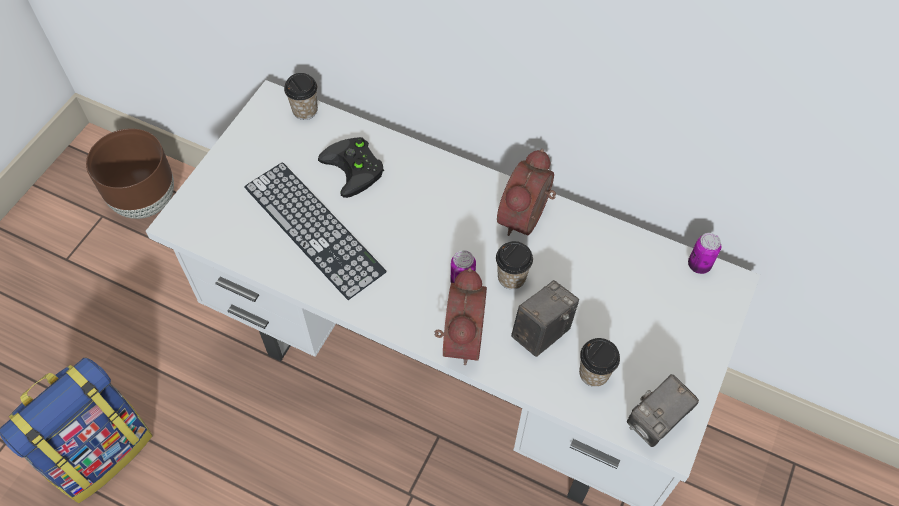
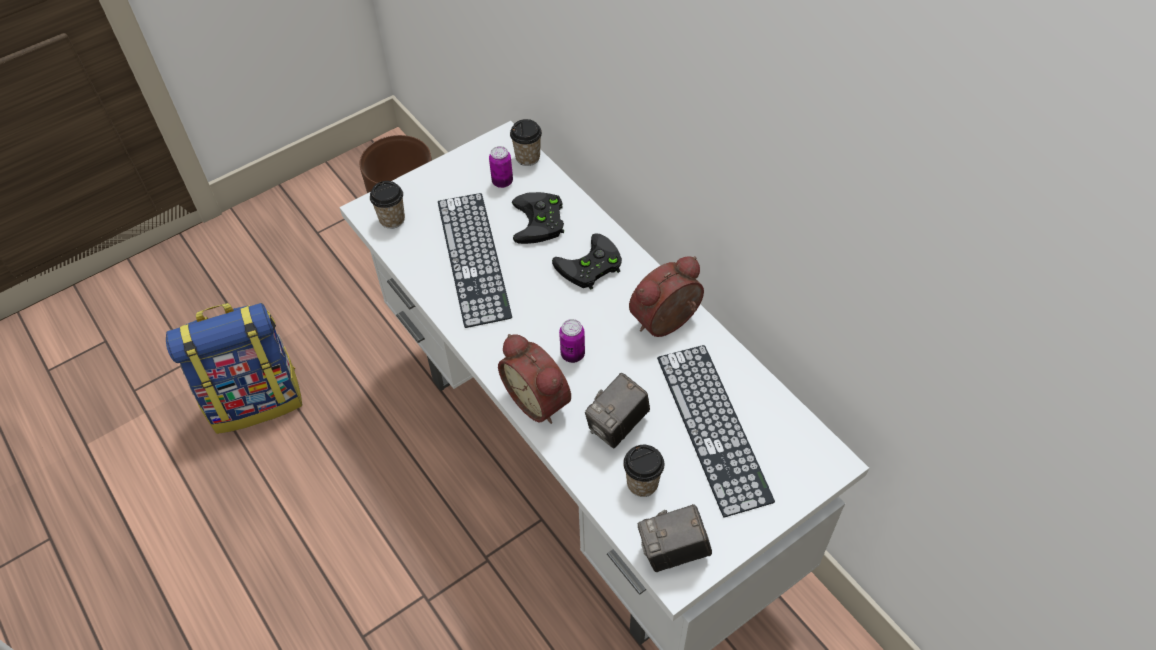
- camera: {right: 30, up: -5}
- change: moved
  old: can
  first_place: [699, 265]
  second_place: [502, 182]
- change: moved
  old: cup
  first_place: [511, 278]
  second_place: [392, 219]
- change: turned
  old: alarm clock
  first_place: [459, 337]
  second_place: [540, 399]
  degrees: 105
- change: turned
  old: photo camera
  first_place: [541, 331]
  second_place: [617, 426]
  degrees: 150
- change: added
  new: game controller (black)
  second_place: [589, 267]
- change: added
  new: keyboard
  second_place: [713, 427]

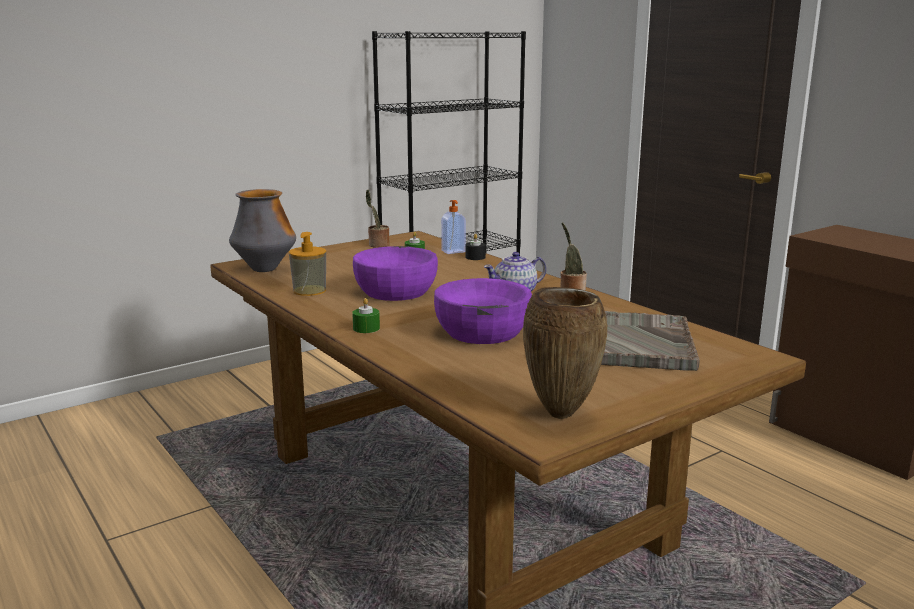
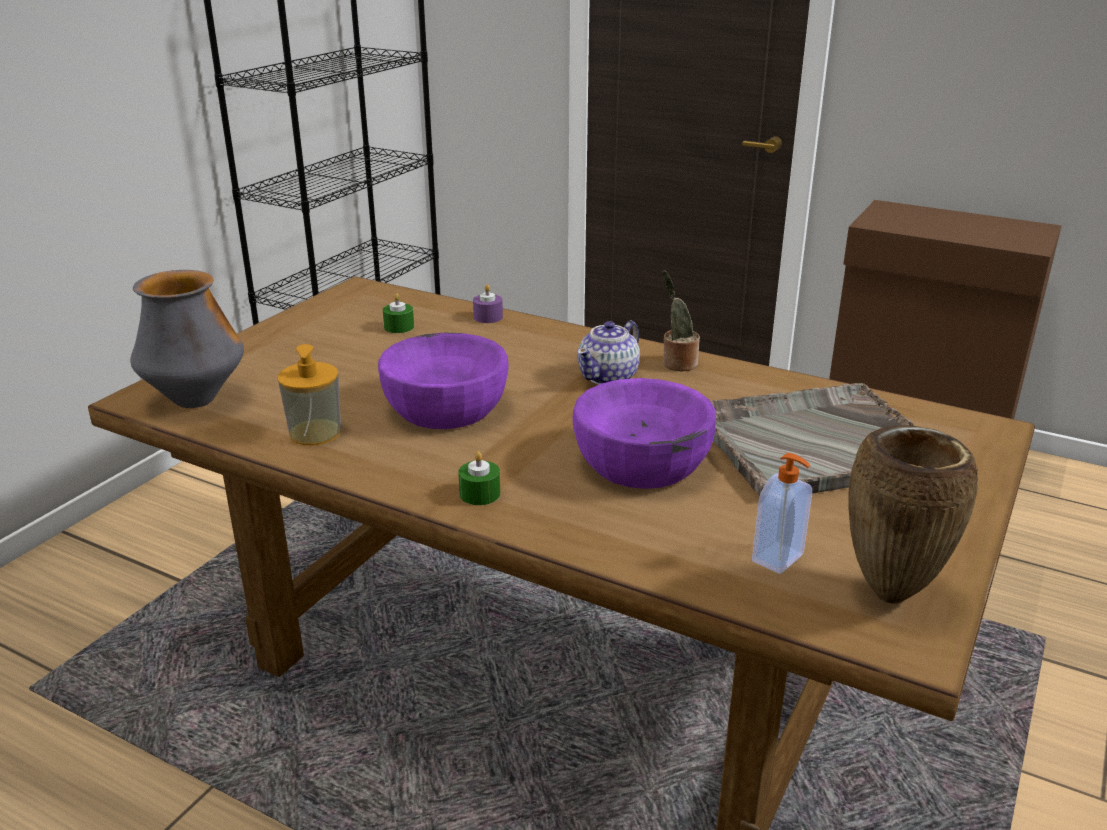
- camera: {right: -25, up: 10}
- change: removed
  old: potted plant
  first_place: [377, 245]
- change: moved
  old: soap dispenser
  first_place: [453, 251]
  second_place: [779, 559]
- change: recoloured
  old: candle (black)
  new: candle (purple)
  first_place: [475, 257]
  second_place: [488, 317]

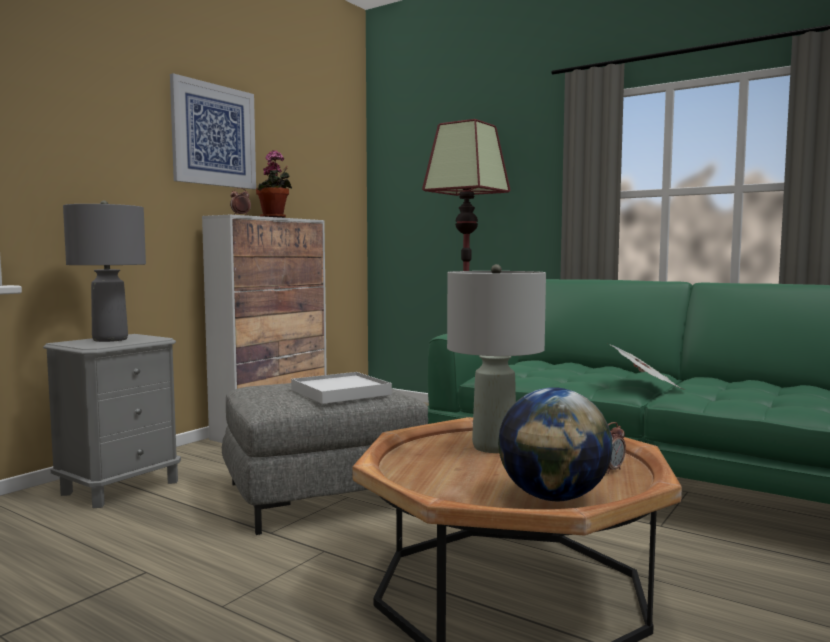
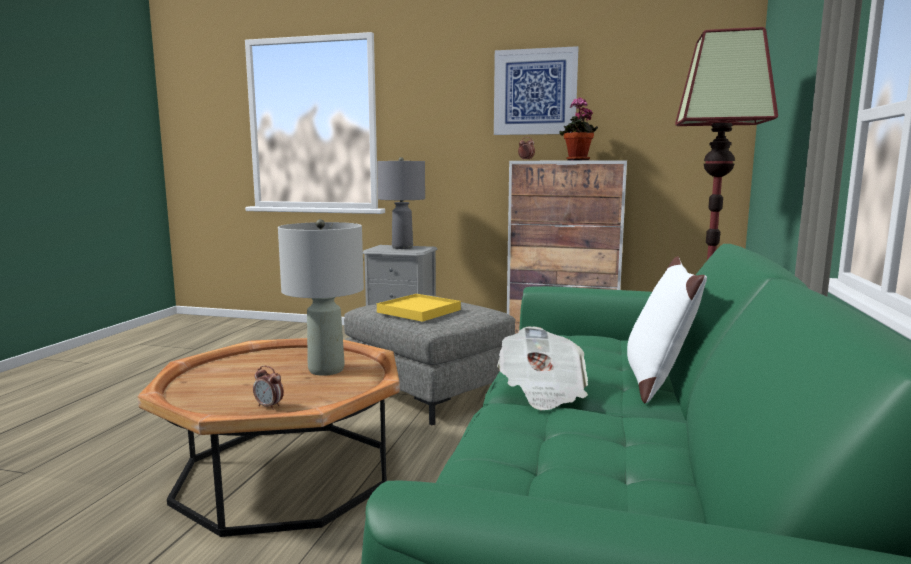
- camera: {right: 70, up: 5}
- change: recoloured
  old: tray (white)
  new: tray (yellow)
  first_place: [341, 392]
  second_place: [419, 311]
- change: removed
  old: globe
  first_place: [553, 497]
- change: added
  new: pillow (white)
  second_place: [656, 381]

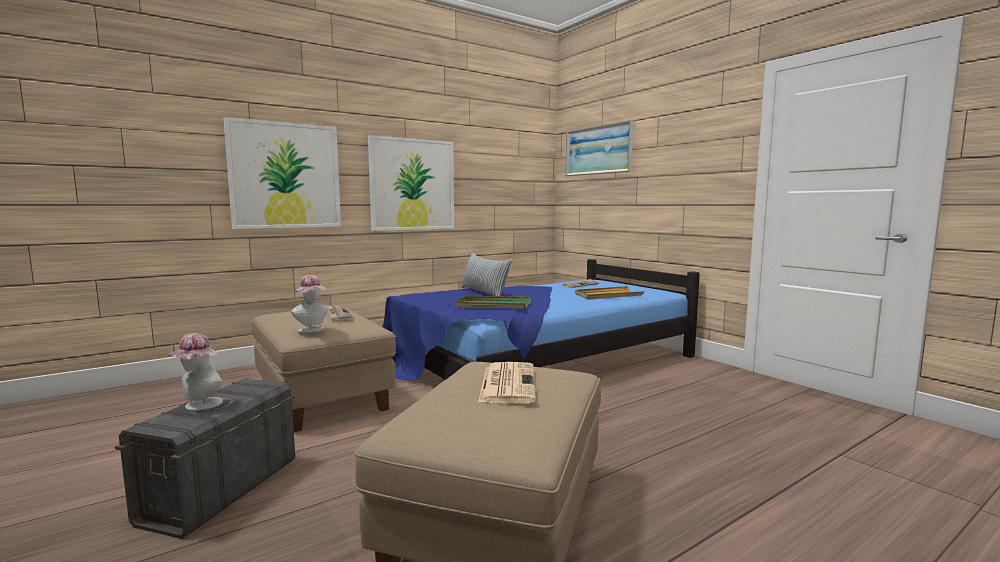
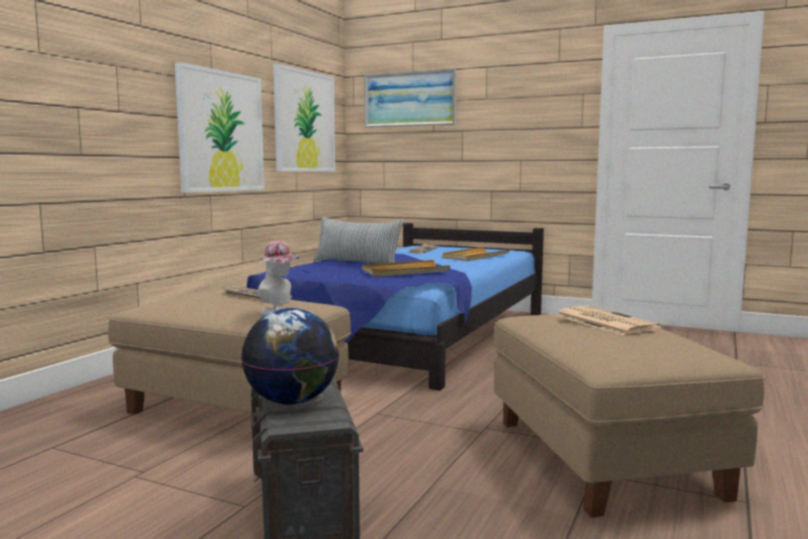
- camera: {right: -30, up: 0}
- change: moved
  old: picture
  first_place: [285, 176]
  second_place: [304, 121]
- change: recoloured
  old: tray (green)
  new: tray (beige)
  first_place: [493, 305]
  second_place: [404, 272]
- change: replaced
  old: hat
  new: globe
  first_place: [199, 406]
  second_place: [292, 401]

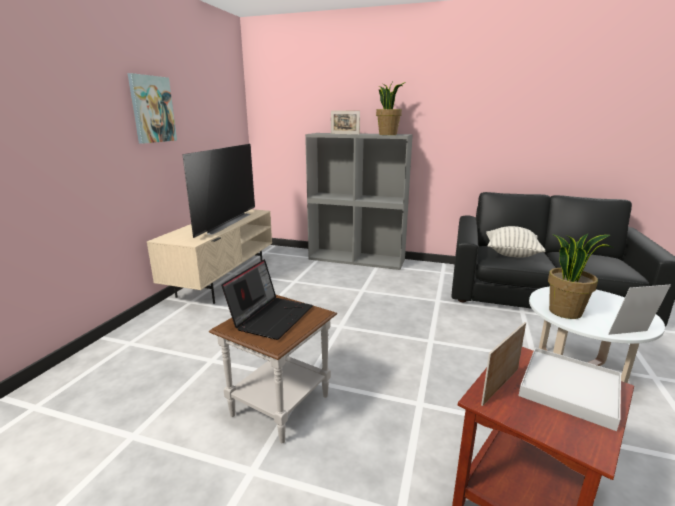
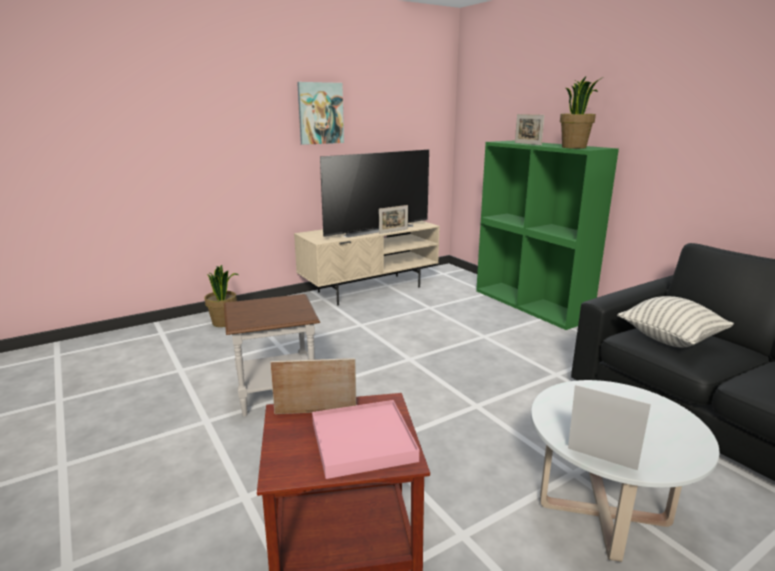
- camera: {right: 40, up: 0}
- change: recoloured
  old: bookcase (grey)
  new: bookcase (green)
  first_place: [357, 259]
  second_place: [531, 305]
- change: moved
  old: potted plant
  first_place: [565, 311]
  second_place: [224, 323]
- change: removed
  old: laptop
  first_place: [271, 316]
- change: recoloured
  old: tray (white)
  new: tray (pink)
  first_place: [569, 389]
  second_place: [363, 441]
- change: added
  new: picture frame
  second_place: [393, 231]

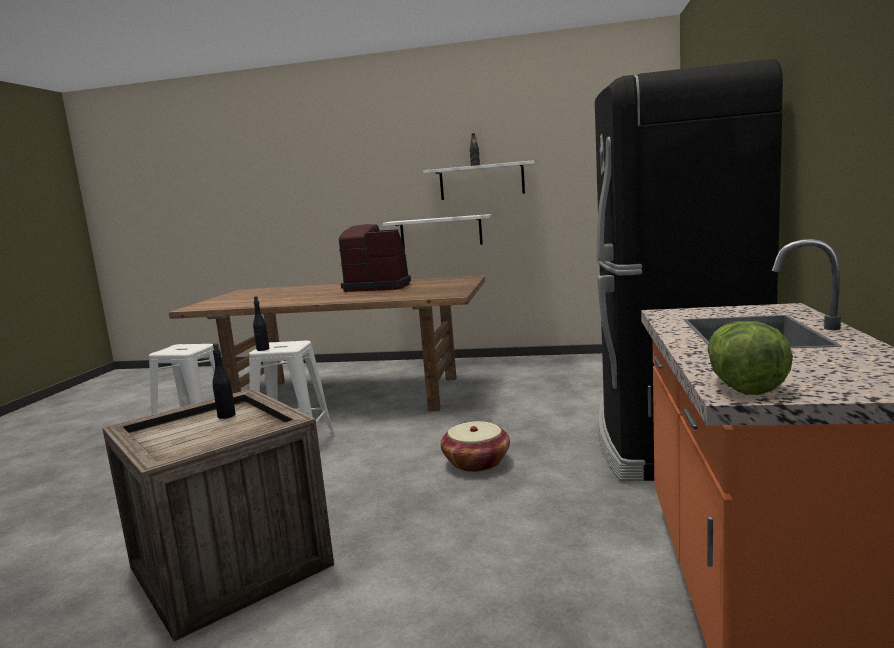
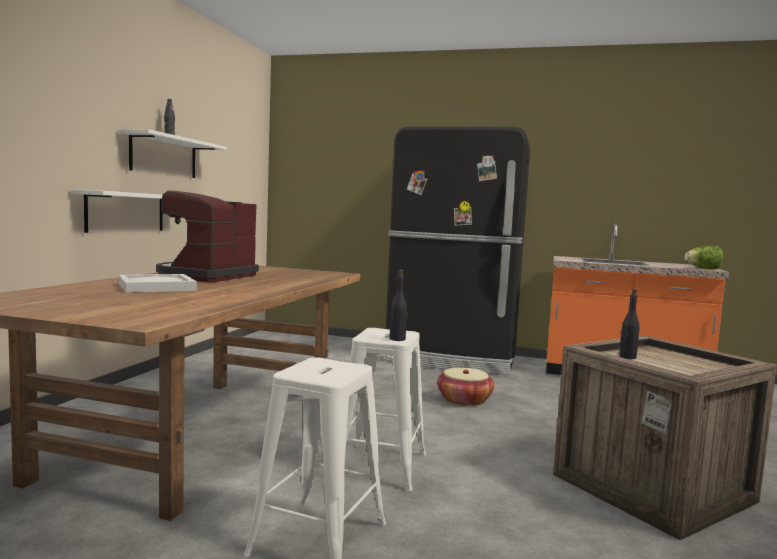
- camera: {right: -85, up: -5}
- change: added
  new: tray (white)
  second_place: [158, 287]

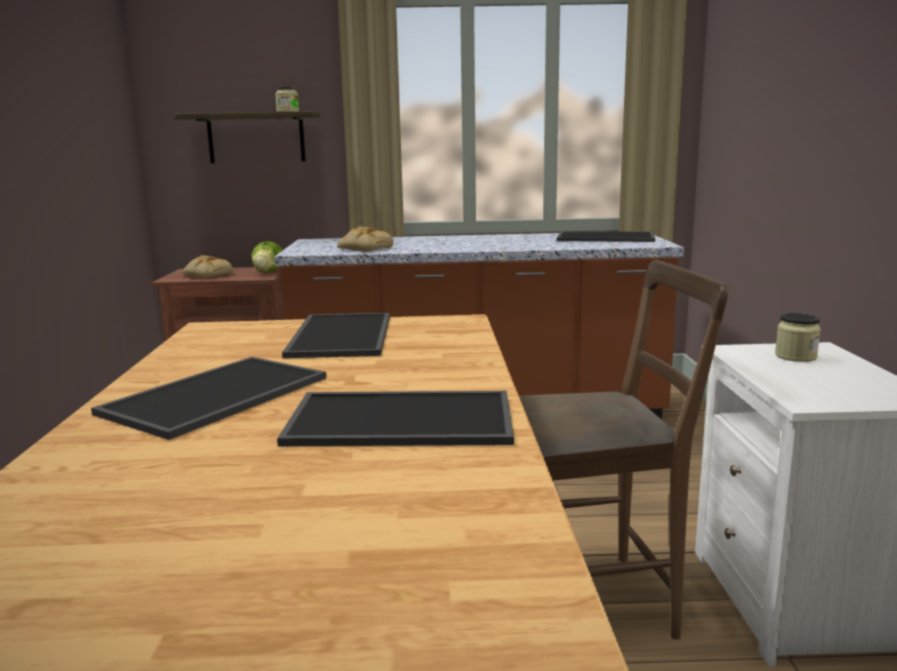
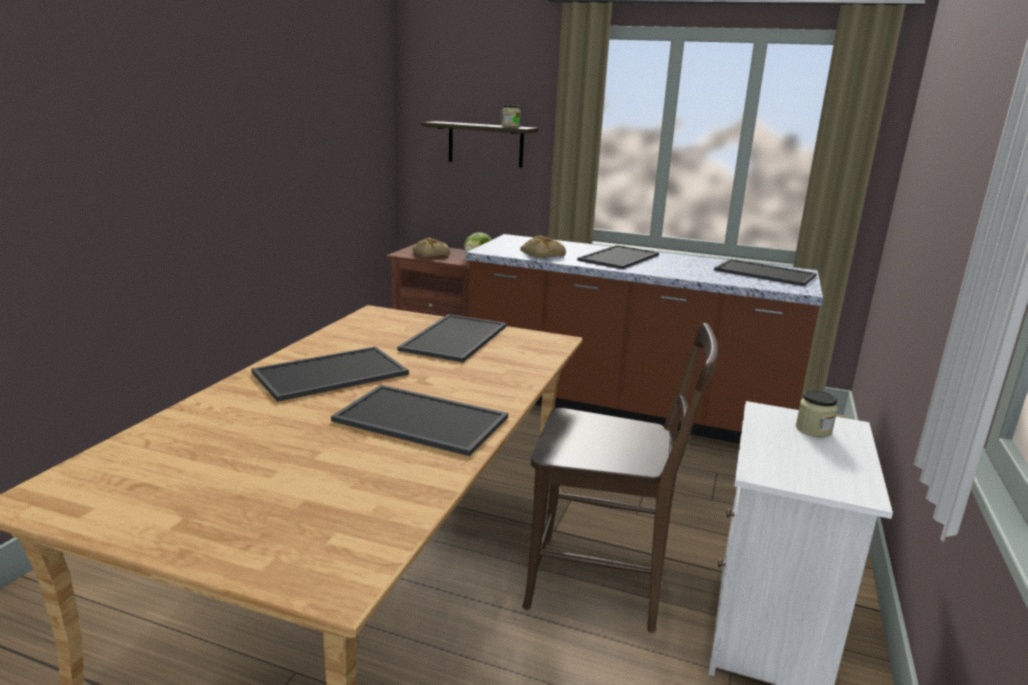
- camera: {right: 20, up: 5}
- change: added
  new: tray
  second_place: [620, 258]

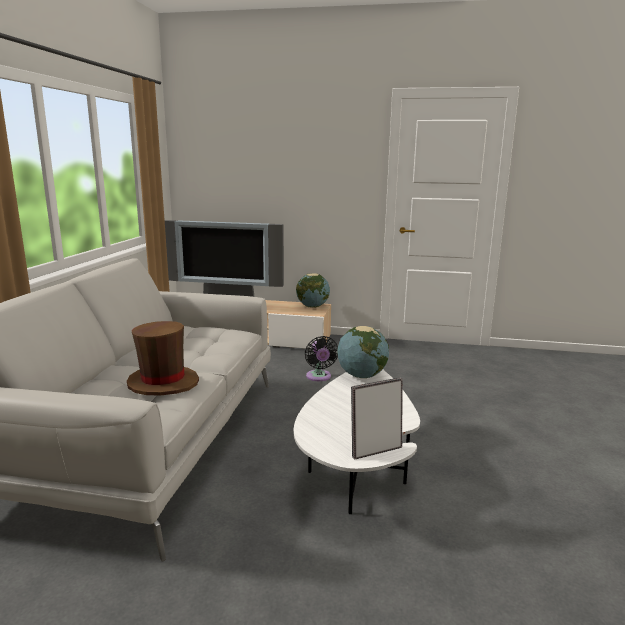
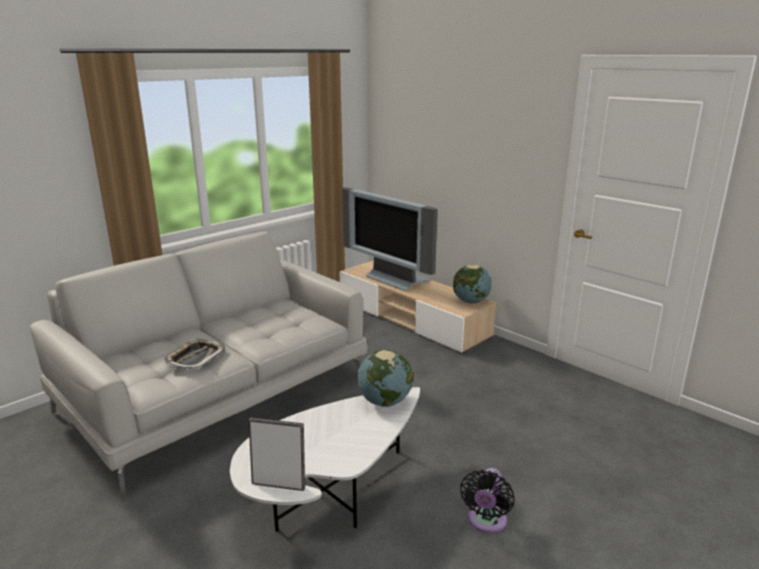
- camera: {right: 35, up: 5}
- change: replaced
  old: hat (brown)
  new: tray
  first_place: [163, 383]
  second_place: [195, 358]
- change: moved
  old: fan (black)
  first_place: [319, 377]
  second_place: [486, 522]

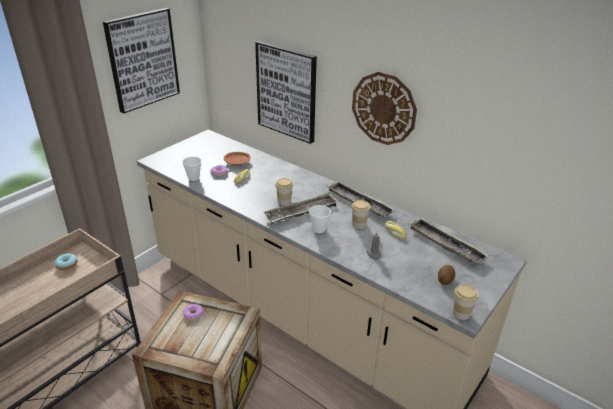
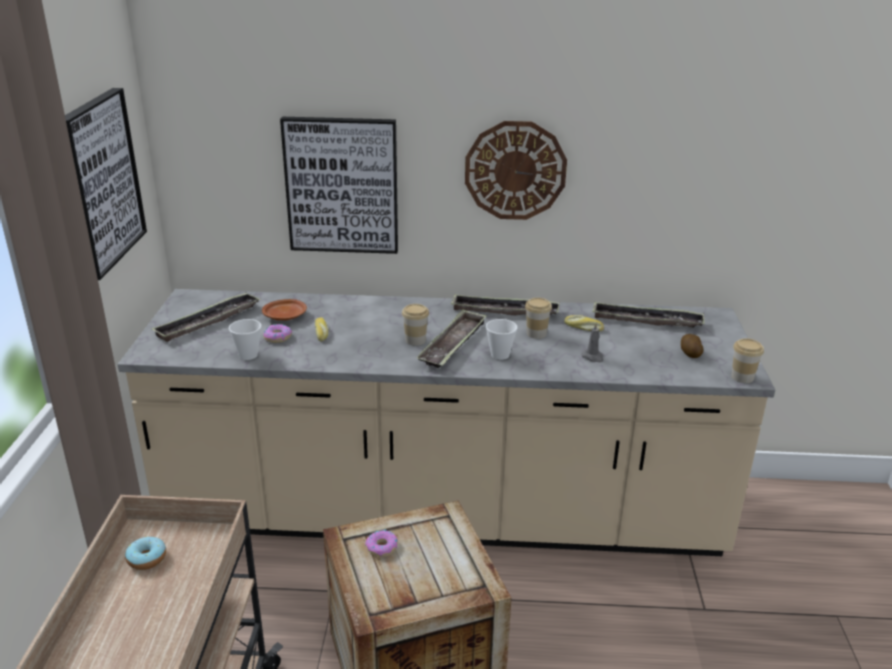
- camera: {right: -35, up: -5}
- change: added
  new: tray
  second_place: [208, 322]

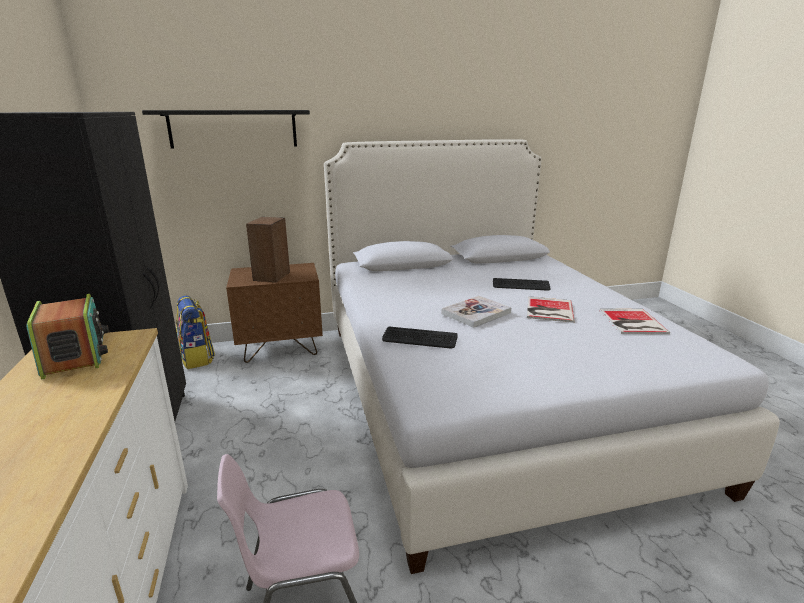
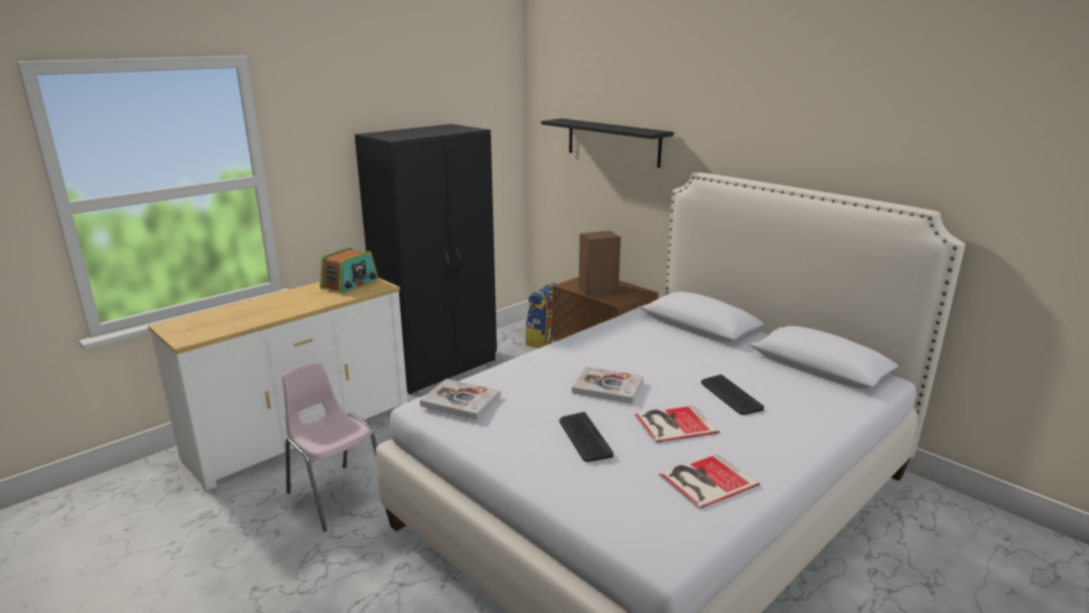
- camera: {right: 60, up: 0}
- change: moved
  old: keyboard
  first_place: [419, 339]
  second_place: [584, 437]
- change: added
  new: book
  second_place: [460, 401]

